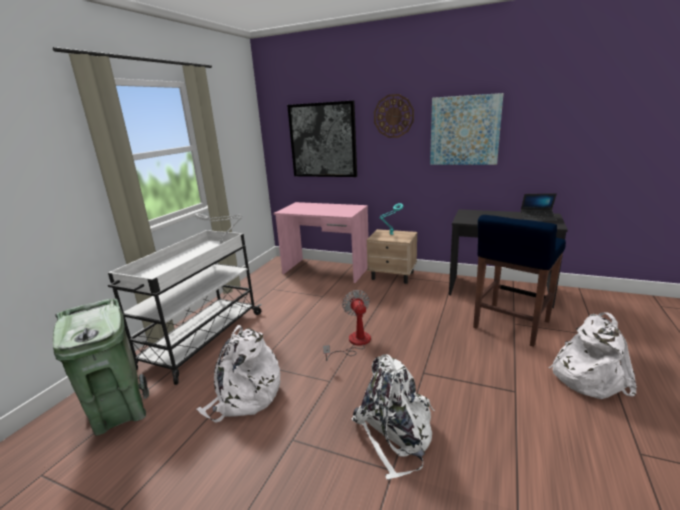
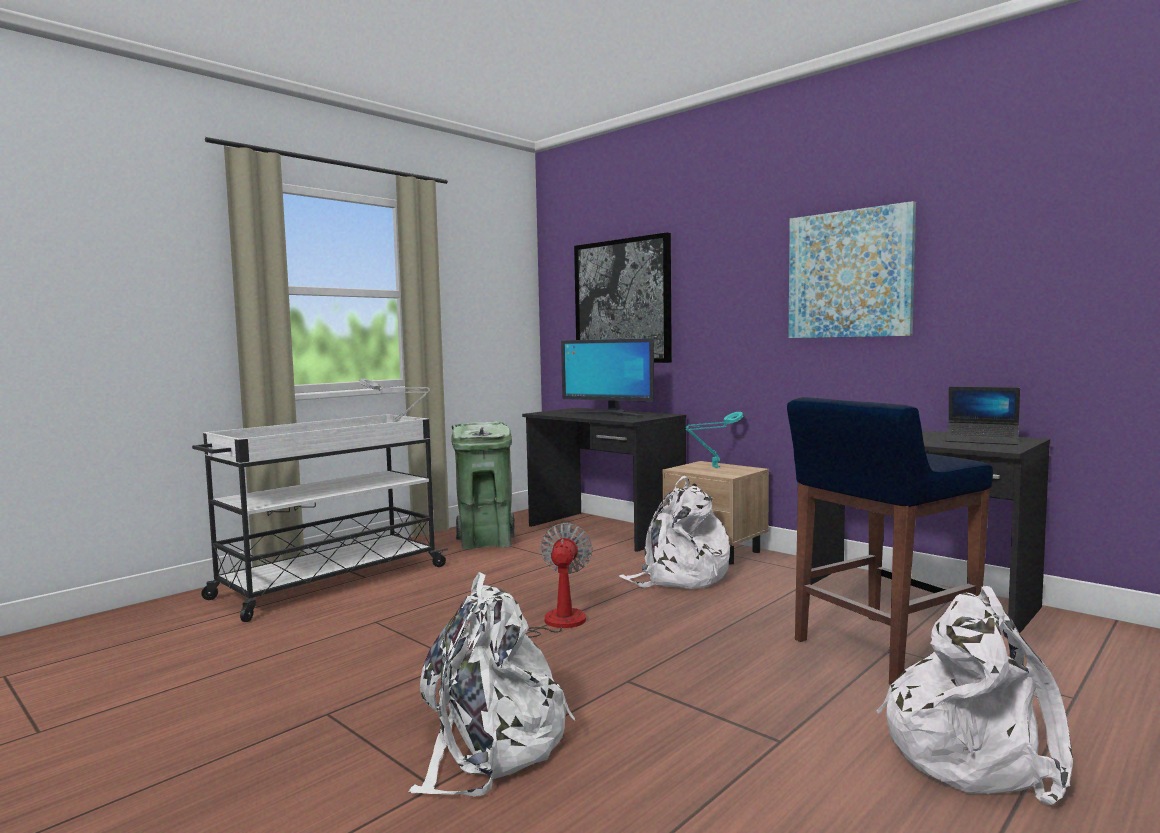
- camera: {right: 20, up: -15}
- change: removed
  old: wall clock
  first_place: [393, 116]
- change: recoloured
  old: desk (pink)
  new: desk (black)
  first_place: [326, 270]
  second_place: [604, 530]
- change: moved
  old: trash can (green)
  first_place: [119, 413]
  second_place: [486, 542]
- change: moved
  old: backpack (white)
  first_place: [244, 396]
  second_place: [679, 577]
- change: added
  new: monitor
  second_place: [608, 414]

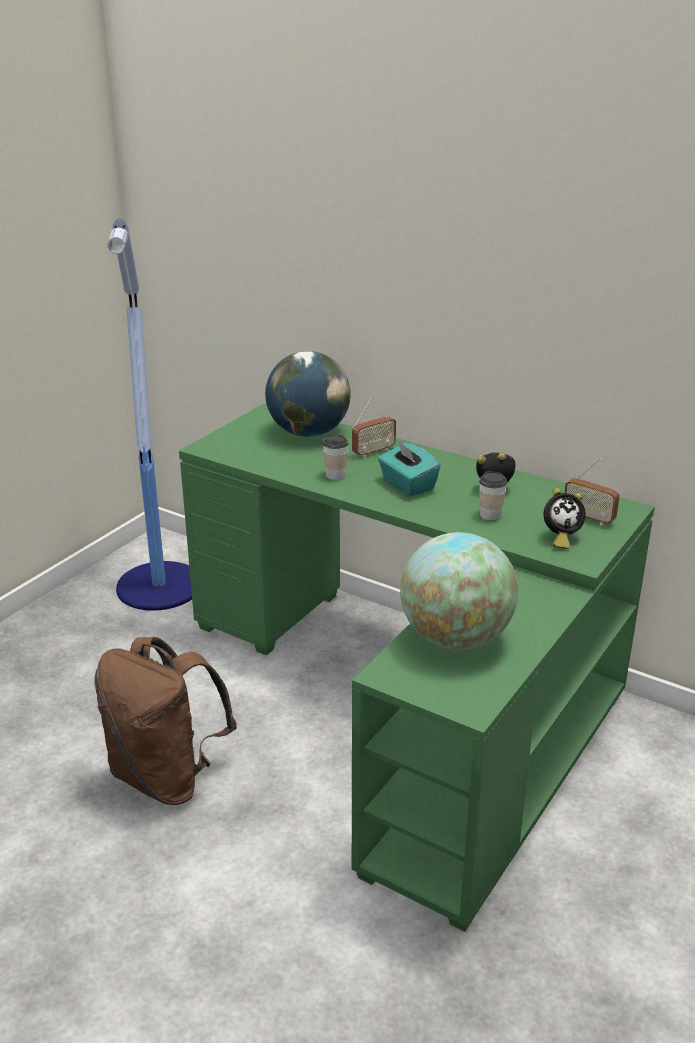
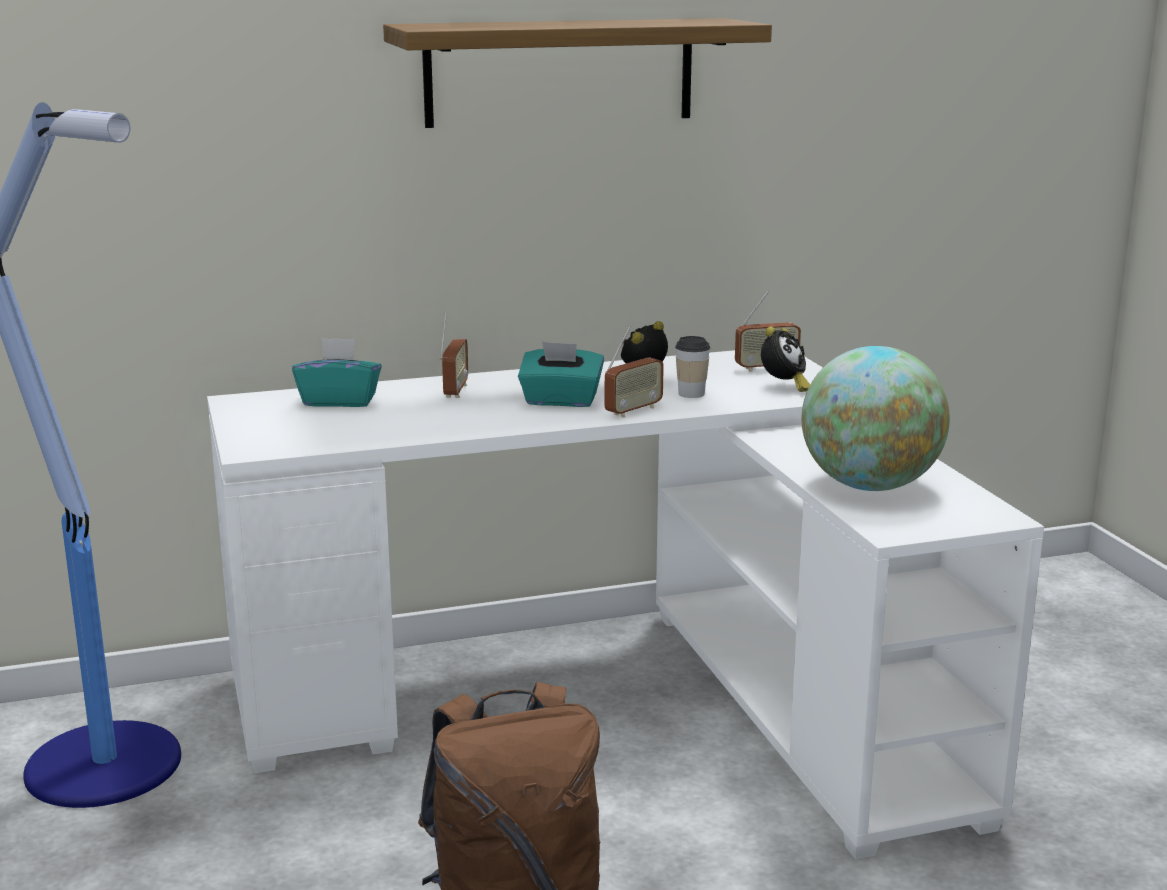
- camera: {right: -50, up: -10}
- change: replaced
  old: globe
  new: tissue box (turquoise)
  first_place: [308, 433]
  second_place: [339, 401]
- change: recoloured
  old: desk (green)
  new: desk (white)
  first_place: [415, 700]
  second_place: [621, 699]
- change: removed
  old: cup
  first_place: [335, 475]
- change: added
  new: shelf
  second_place: [560, 72]
- change: added
  new: radio
  second_place: [633, 411]

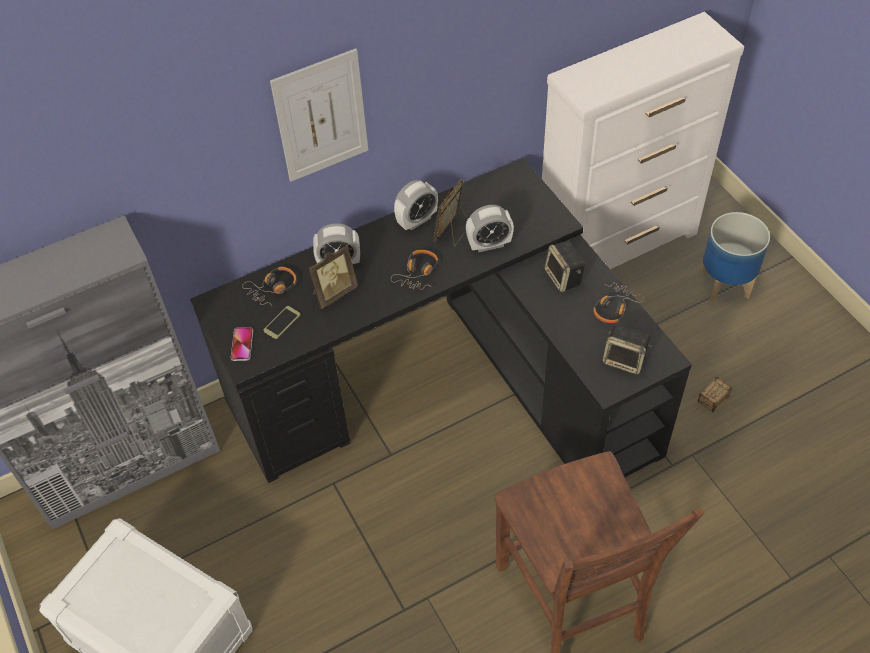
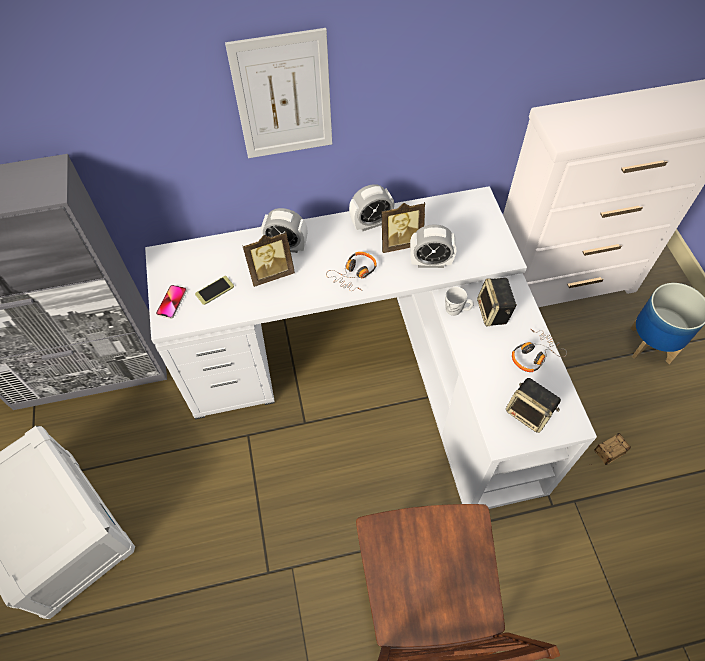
- camera: {right: 15, up: 5}
- change: recoloured
  old: desk (black)
  new: desk (white)
  first_place: [453, 382]
  second_place: [379, 371]
- change: turned
  old: picture frame
  first_place: [453, 233]
  second_place: [400, 243]
  degrees: -150
- change: removed
  old: headphones
  first_place: [273, 289]
- change: added
  new: mug (white)
  second_place: [457, 310]

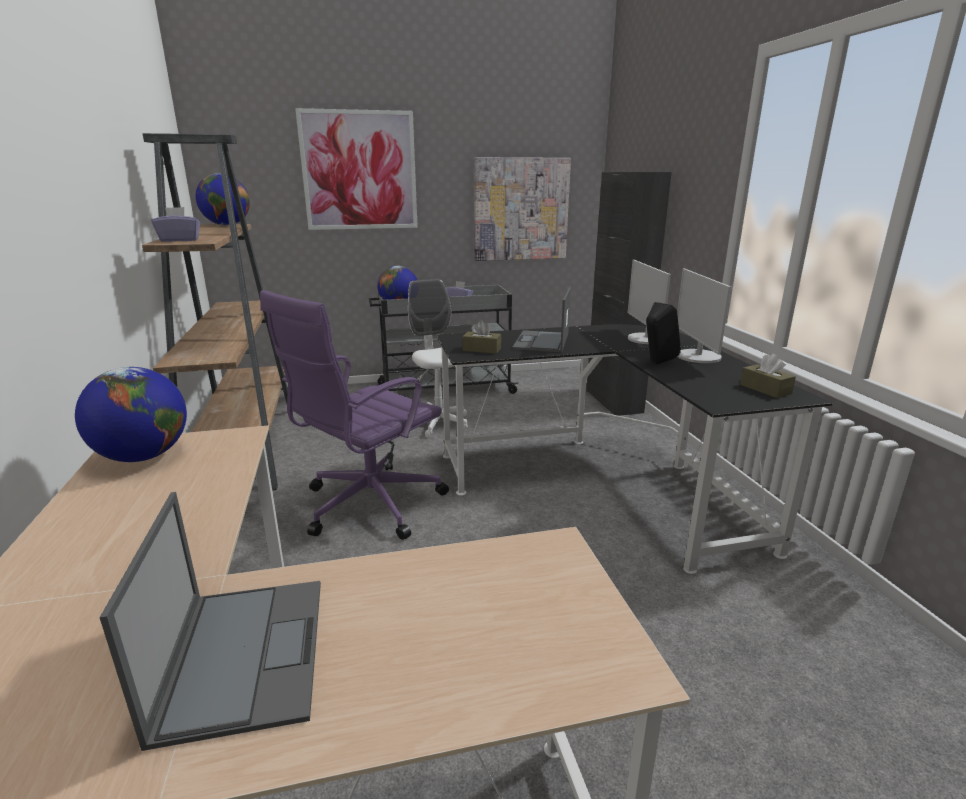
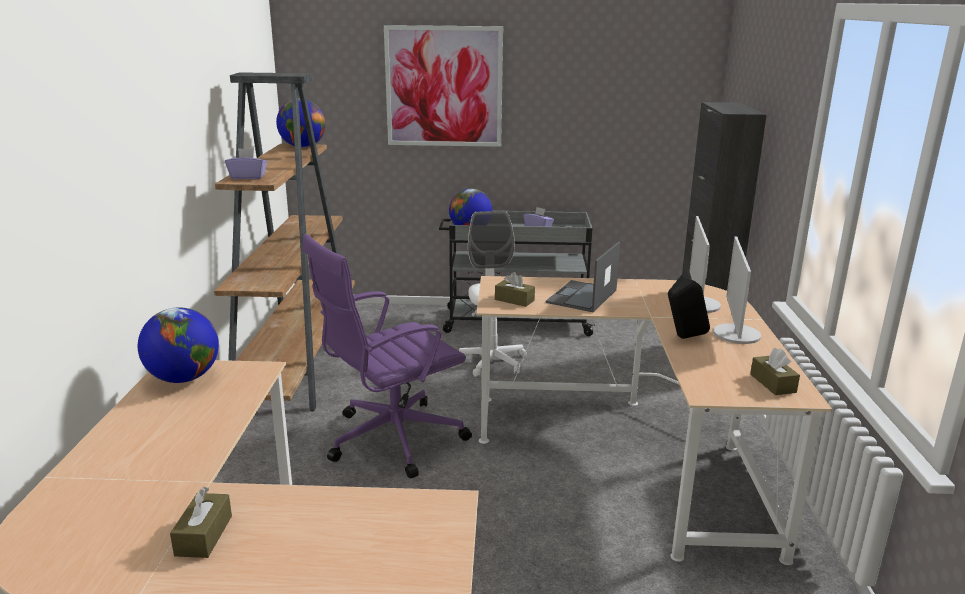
- camera: {right: 15, up: 0}
- change: removed
  old: picture
  first_place: [521, 209]
- change: recoloured
  old: desk (black)
  new: desk (beige)
  first_place: [603, 481]
  second_place: [636, 451]
- change: replaced
  old: laptop
  new: tissue box (brown)
  first_place: [244, 652]
  second_place: [204, 535]

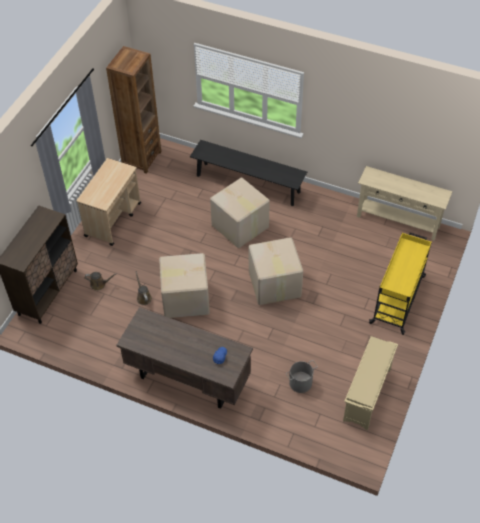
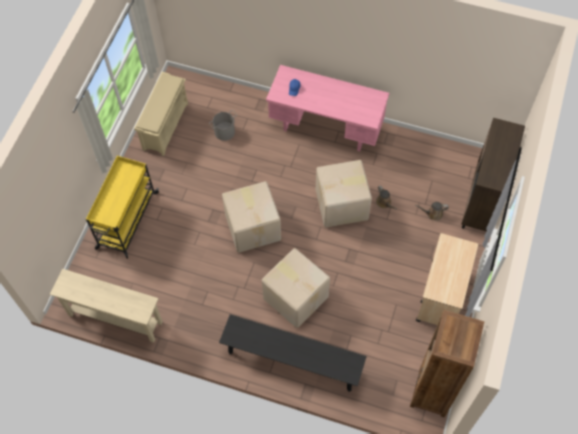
- camera: {right: 175, up: 10}
- change: recoloured
  old: desk (brown)
  new: desk (pink)
  first_place: [187, 379]
  second_place: [326, 127]

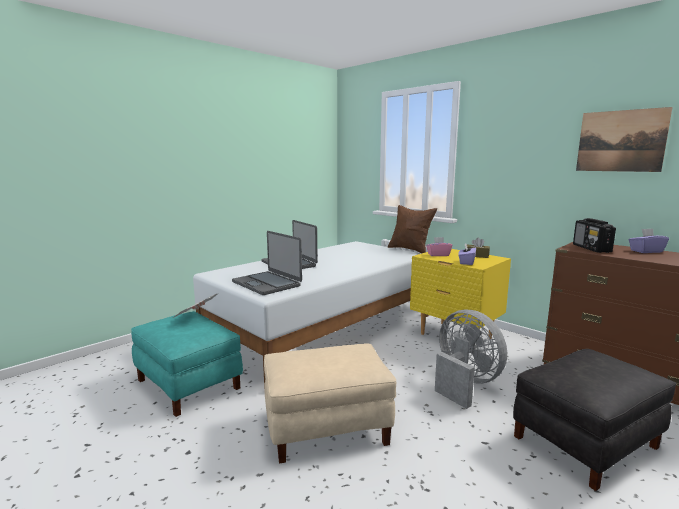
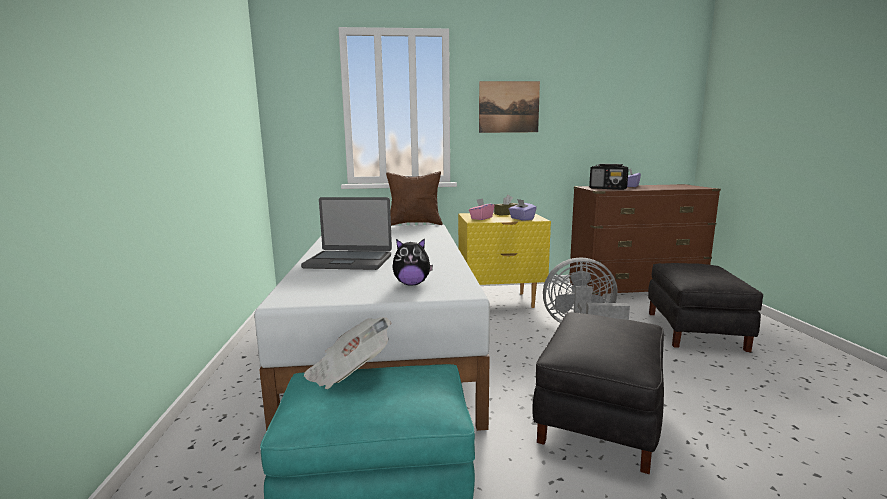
- camera: {right: -50, up: 0}
- change: moved
  old: picture
  first_place: [620, 141]
  second_place: [509, 107]
- change: replaced
  old: laptop
  new: plush toy
  first_place: [267, 284]
  second_place: [412, 284]
- change: recoloured
  old: ottoman (beige)
  new: ottoman (black)
  first_place: [327, 427]
  second_place: [598, 418]

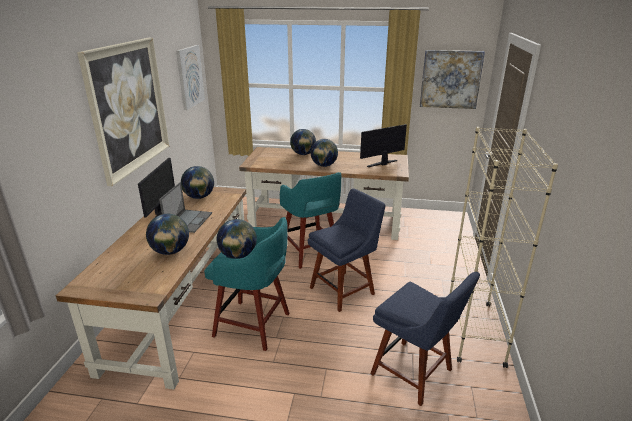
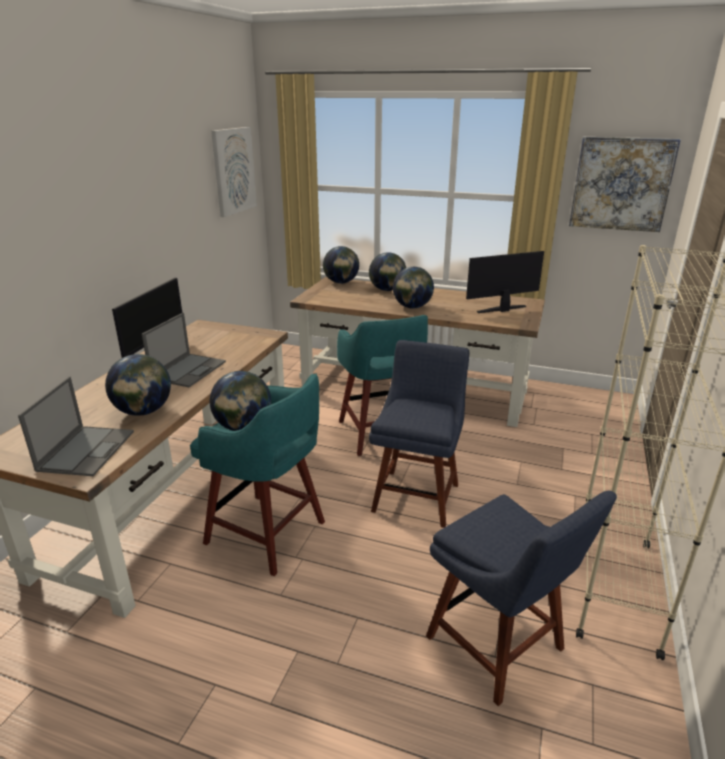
- camera: {right: 10, up: 0}
- change: removed
  old: picture
  first_place: [128, 107]
- change: moved
  old: globe
  first_place: [199, 197]
  second_place: [341, 282]
- change: turned
  old: chair (blue)
  first_place: [344, 289]
  second_place: [417, 494]
  degrees: -45
- change: added
  new: laptop
  second_place: [87, 450]

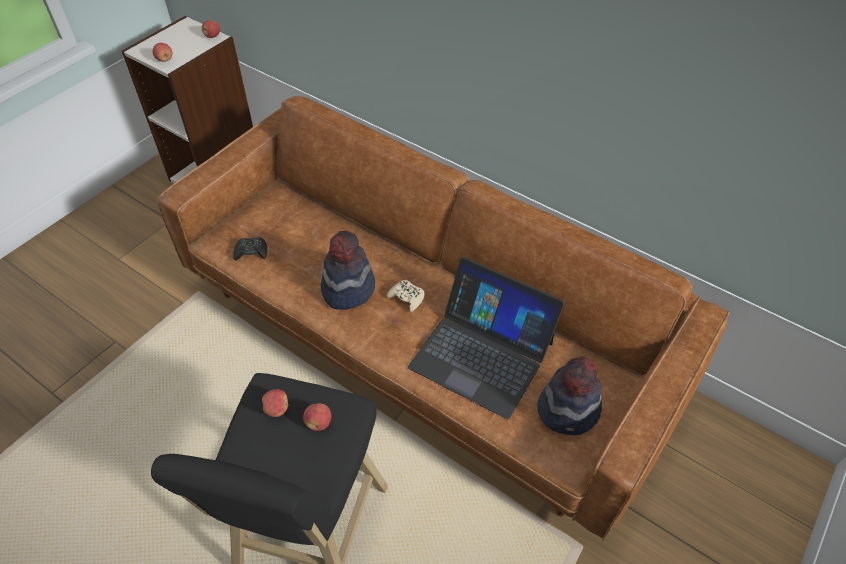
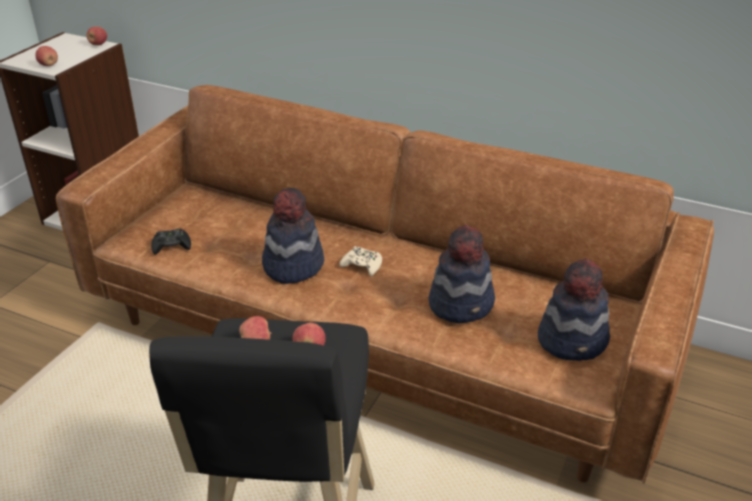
- camera: {right: -10, up: -15}
- change: replaced
  old: laptop
  new: hat
  first_place: [482, 354]
  second_place: [462, 303]

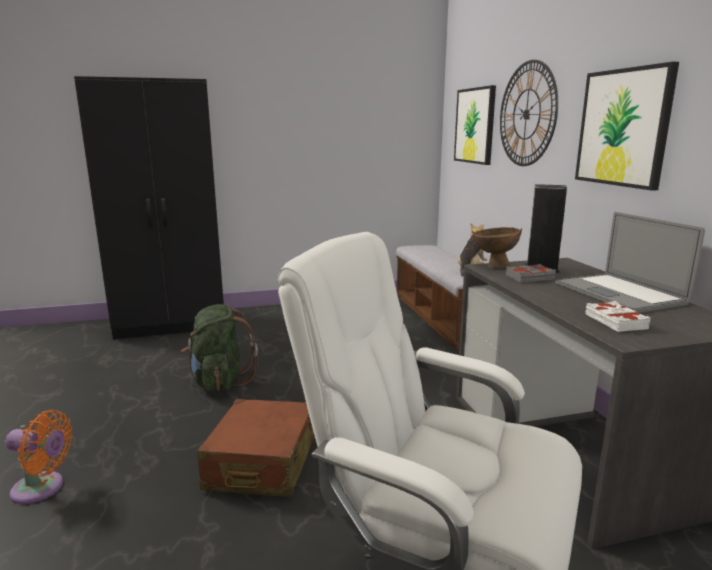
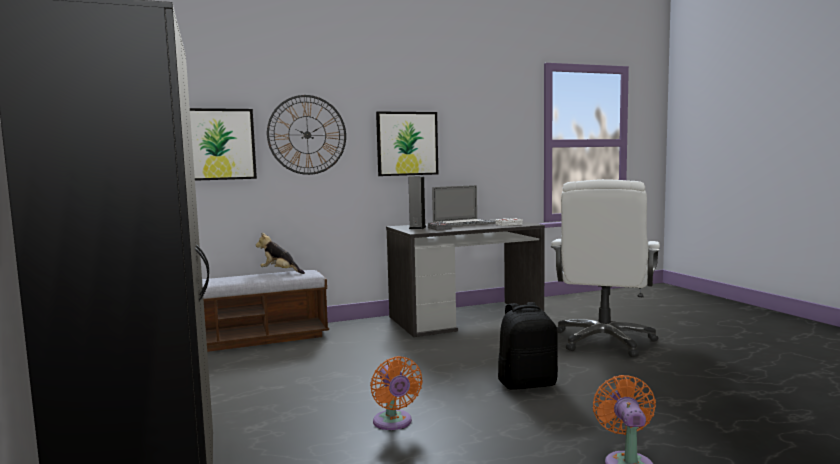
- camera: {right: -95, up: -10}
- change: removed
  old: bowl (brown)
  first_place: [493, 266]
- change: replaced
  old: backpack (green)
  new: fan (orange)
  first_place: [220, 381]
  second_place: [393, 423]
- change: replaced
  old: suitcase (brown)
  new: backpack (black)
  first_place: [262, 463]
  second_place: [527, 383]

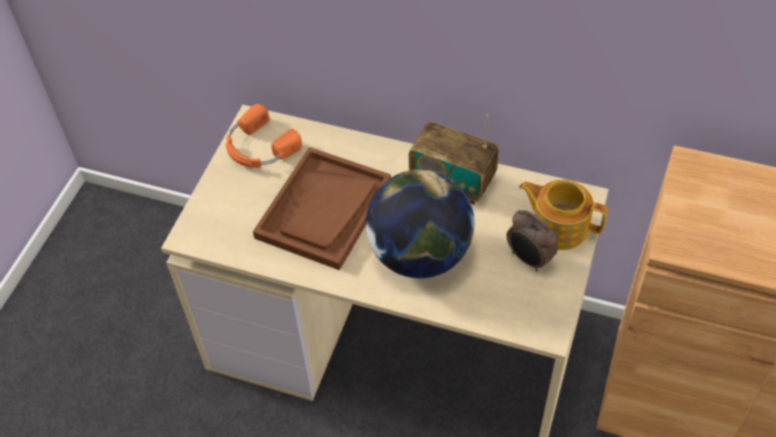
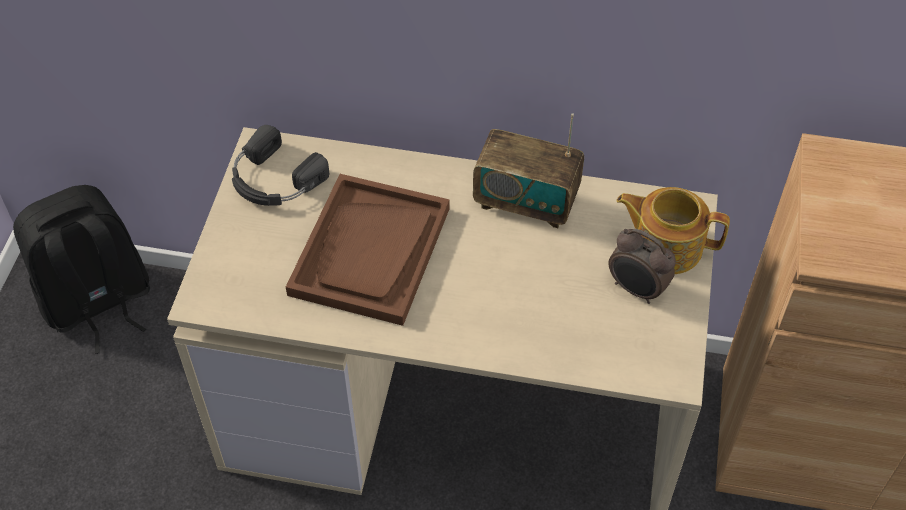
- camera: {right: -10, up: 0}
- change: recoloured
  old: headphones (orange)
  new: headphones (black)
  first_place: [259, 147]
  second_place: [274, 179]
- change: removed
  old: globe
  first_place: [420, 255]
- change: added
  new: backpack (black)
  second_place: [98, 303]

